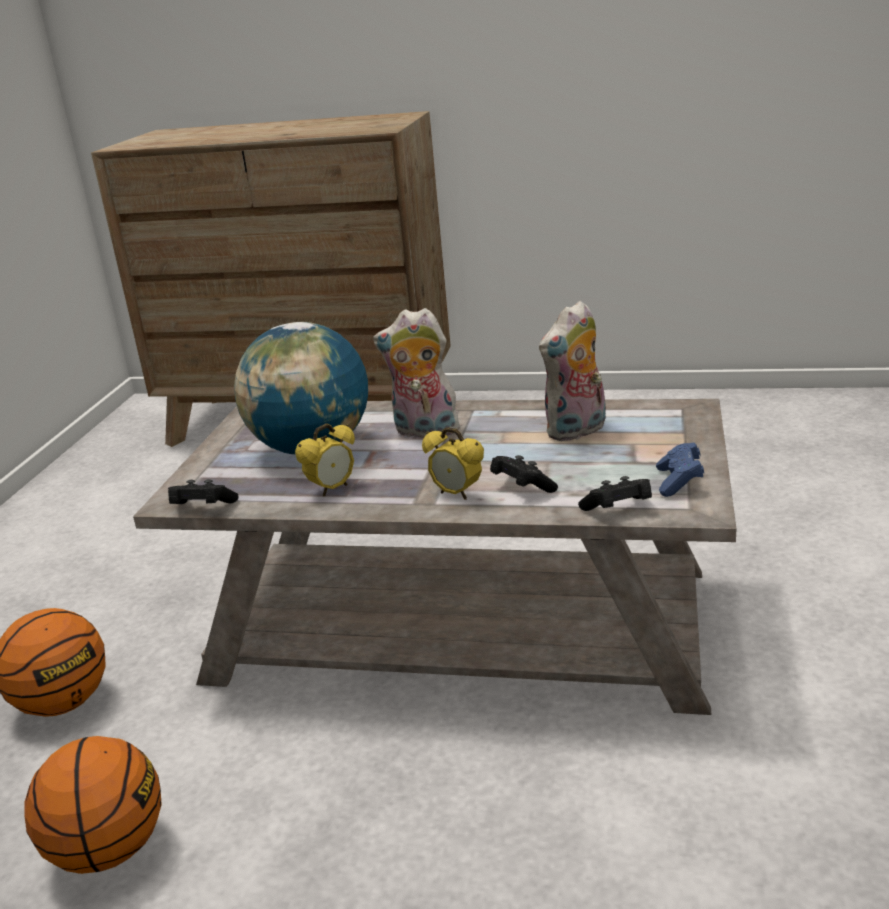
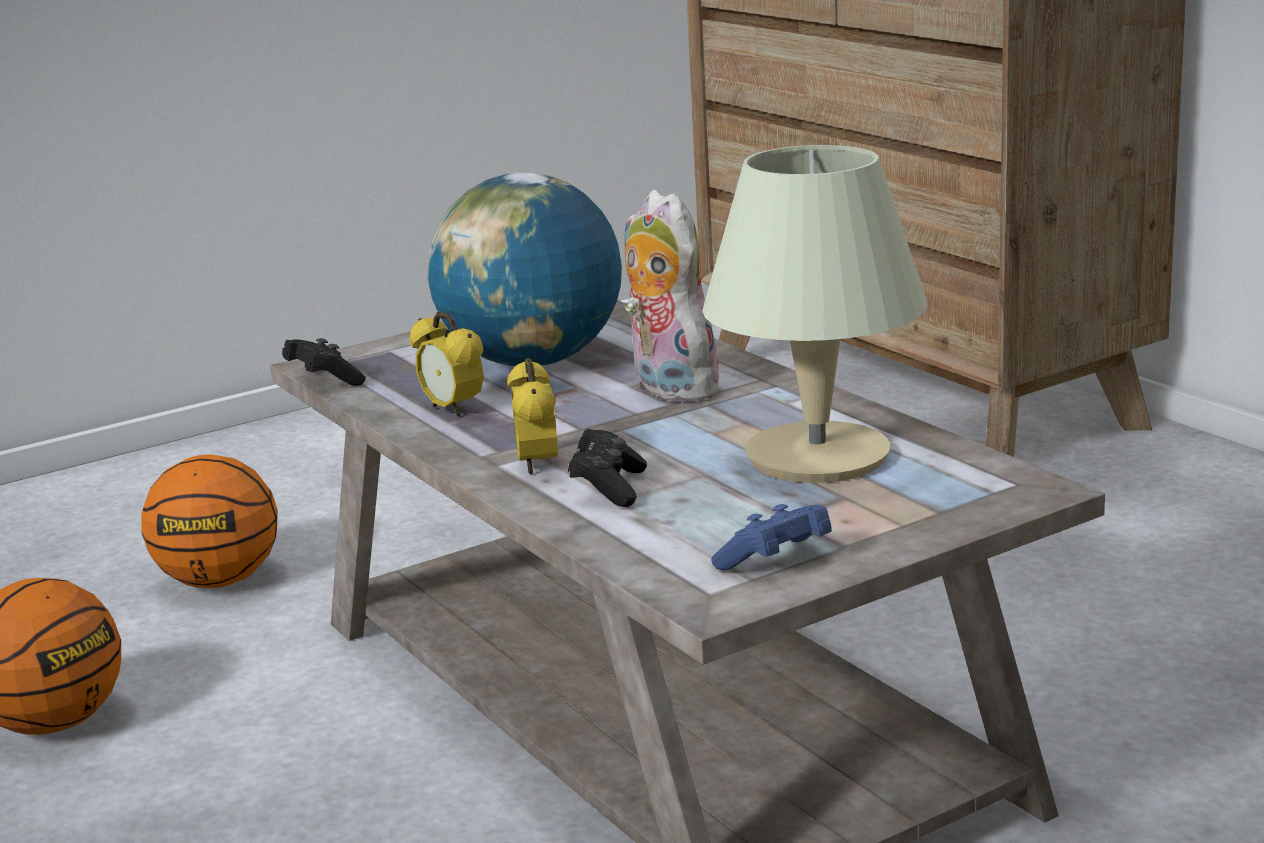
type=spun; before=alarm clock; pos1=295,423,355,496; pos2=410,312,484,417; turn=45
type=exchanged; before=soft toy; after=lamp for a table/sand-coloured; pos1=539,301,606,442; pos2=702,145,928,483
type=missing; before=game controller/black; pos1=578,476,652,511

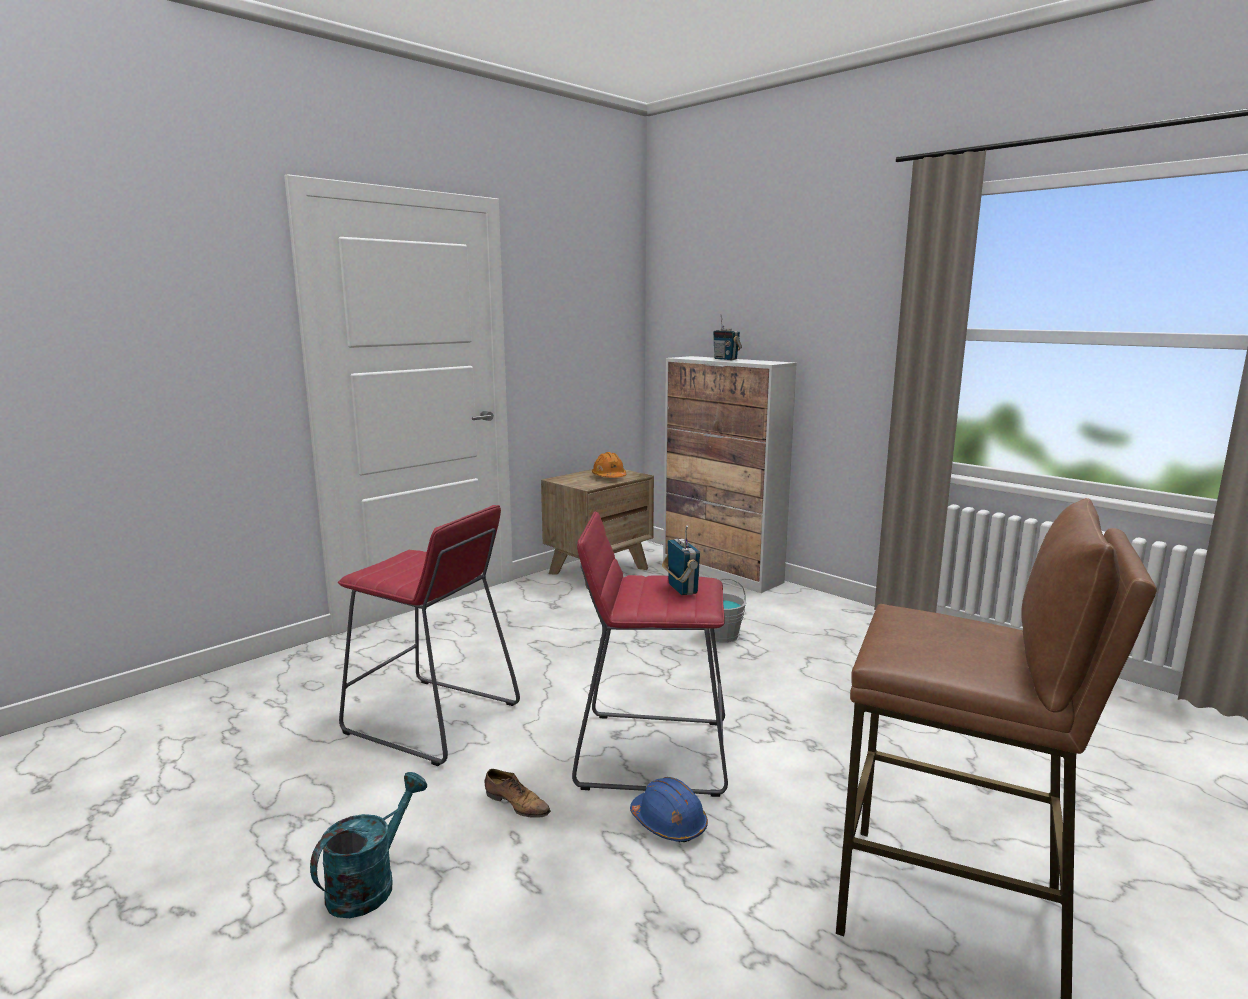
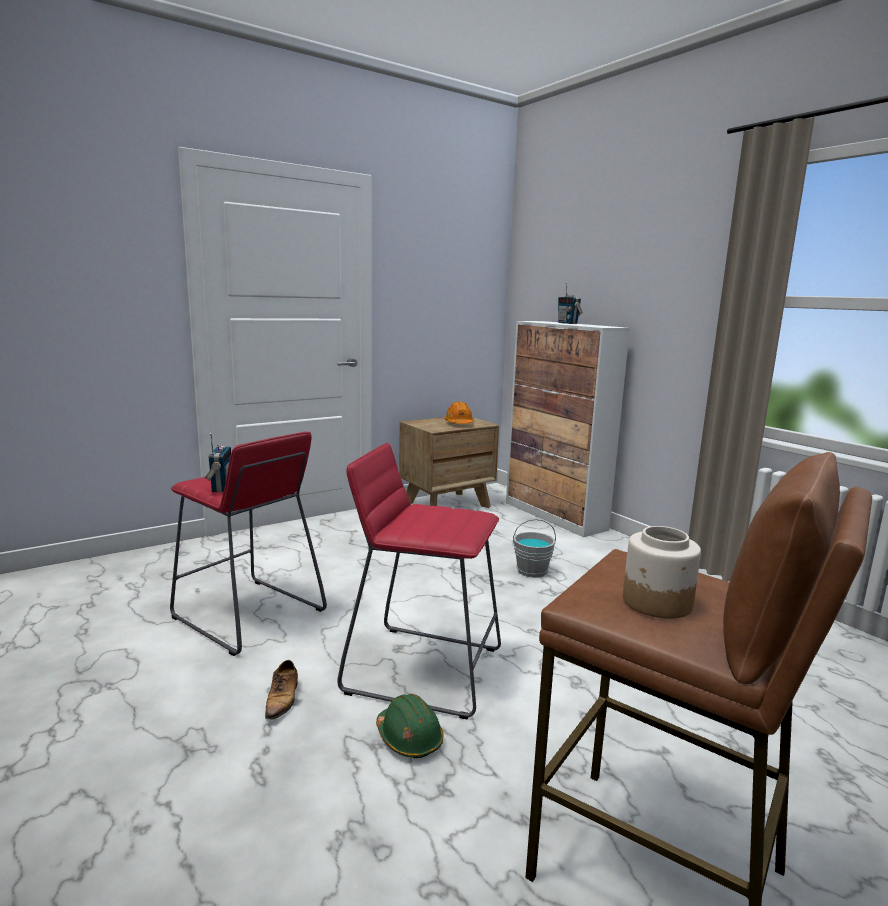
type=missing; before=watering pot/turquoise-coloured; pos1=310,772,427,918
type=spun; before=shoe; pos1=485,769,551,818; pos2=265,660,298,719; turn=45
type=colour; before=work helmet/blue-coloured; after=work helmet/greenish; pos1=630,777,708,842; pos2=376,694,444,758
type=relocated; before=radio; pos1=662,525,700,595; pos2=205,433,231,492
type=appeared; after=storage jar; pos2=623,526,701,619

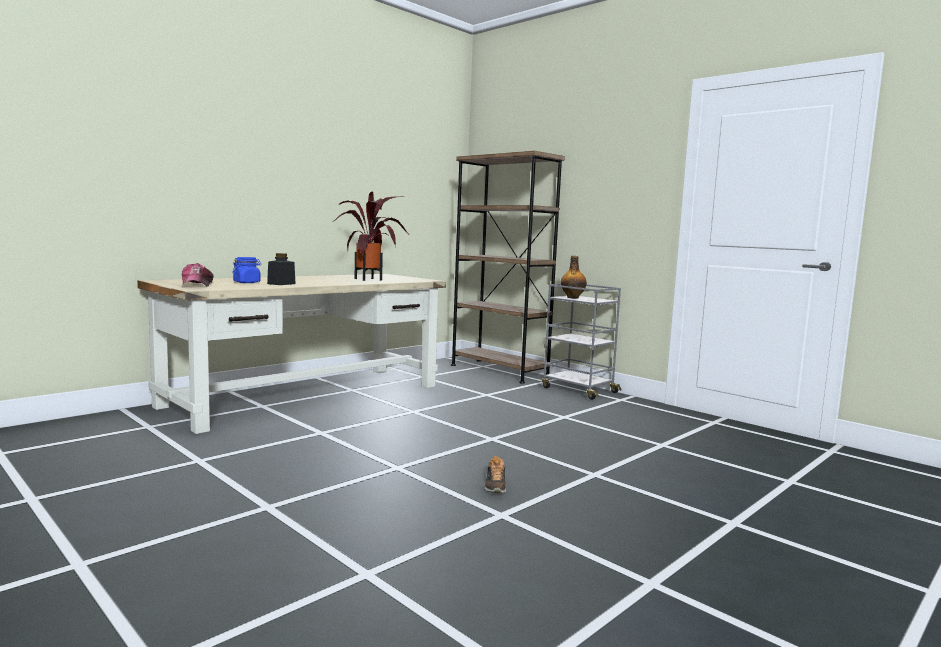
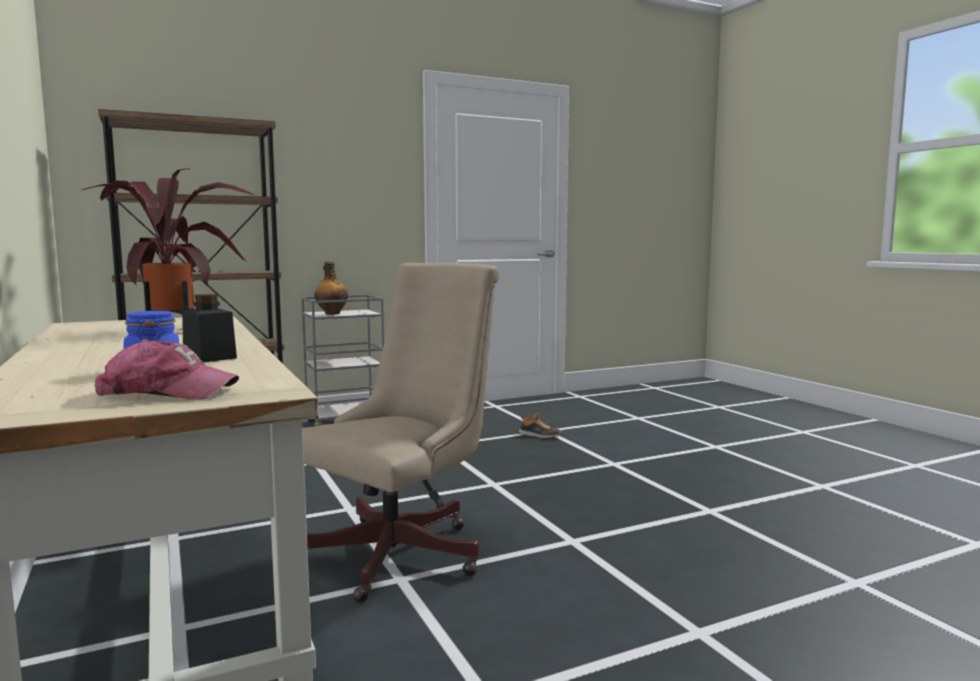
type=relocated; before=shoe; pos1=484,456,506,493; pos2=519,413,562,438
type=appeared; after=office chair/sand-coloured; pos2=303,263,500,603

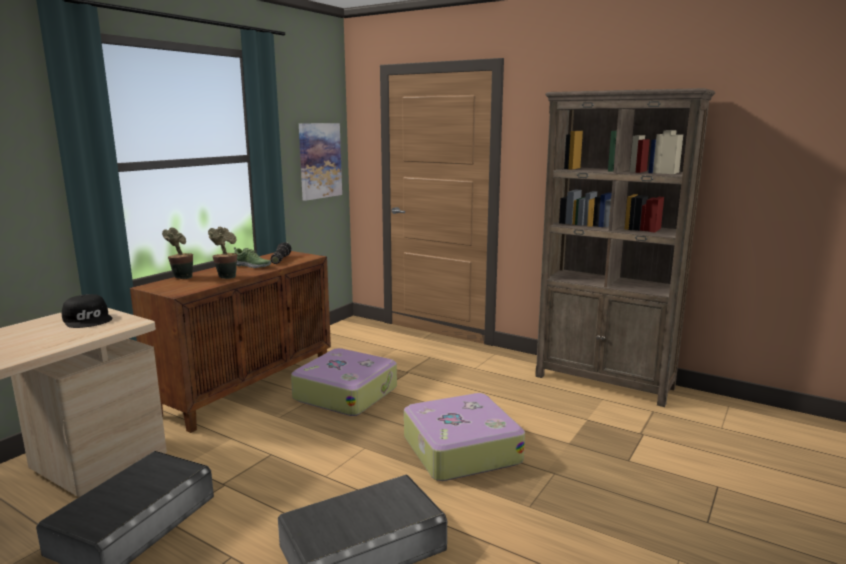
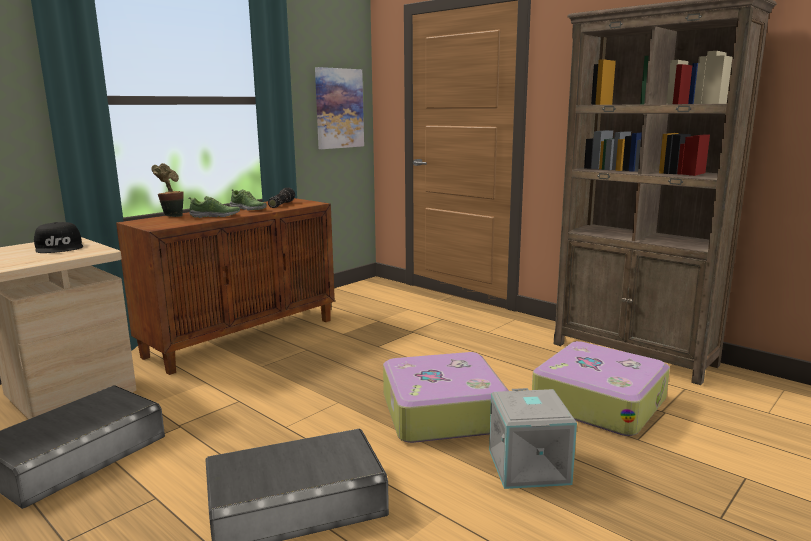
type=exchanged; before=potted plant; after=shoe; pos1=208,227,238,279; pos2=188,196,240,218
type=relocated; before=suitcase; pos1=291,348,397,416; pos2=532,341,670,436
type=appeared; after=storage container/greyish; pos2=489,388,577,489

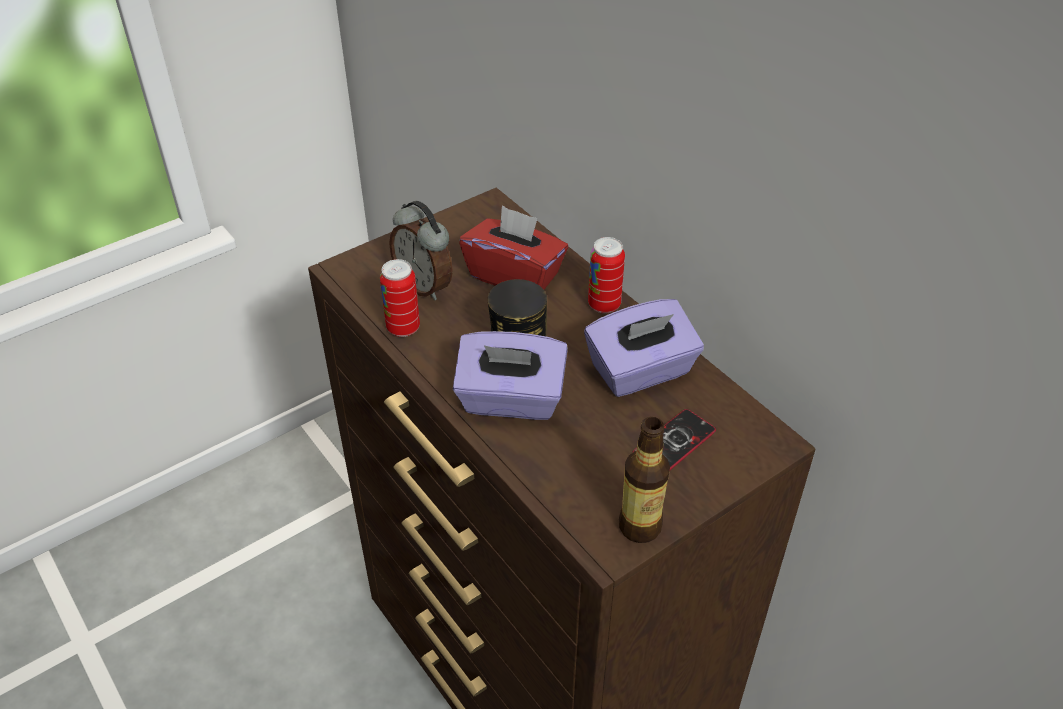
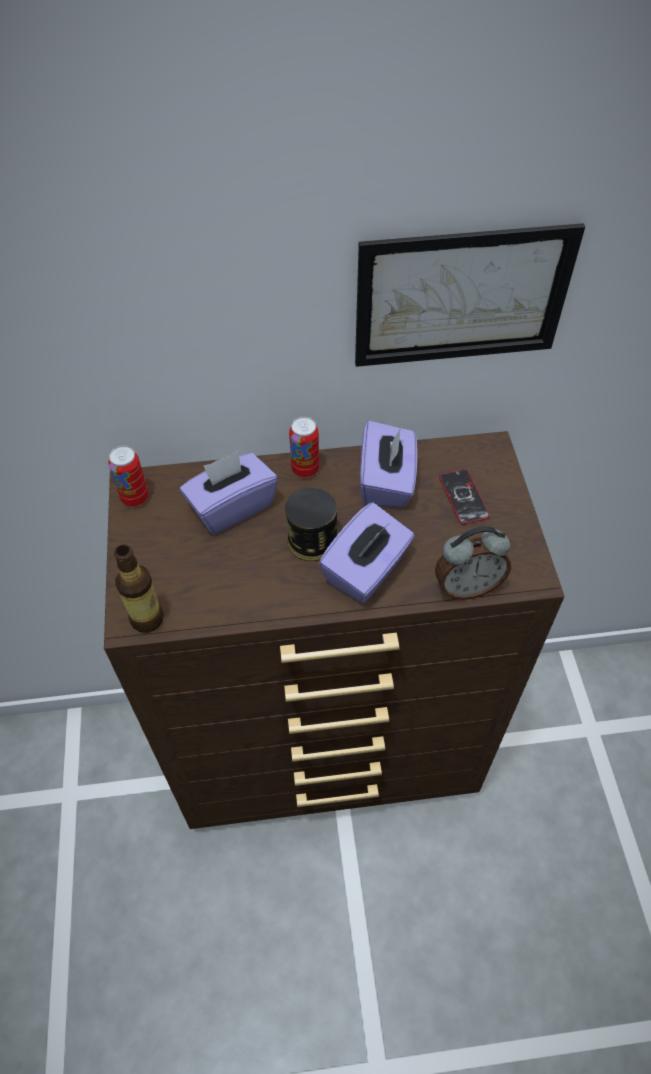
type=relocated; before=metal can; pos1=380,259,420,337; pos2=109,446,149,507
type=relocated; before=alarm clock; pos1=389,201,453,300; pos2=435,526,511,600
type=colour; before=tissue box/reddish; after=tissue box/purplish; pos1=459,205,568,290; pos2=180,451,278,534
type=relocated; before=drink bottle; pos1=619,417,670,543; pos2=114,544,164,633
type=appeared; after=wall picture; pos2=355,223,585,367

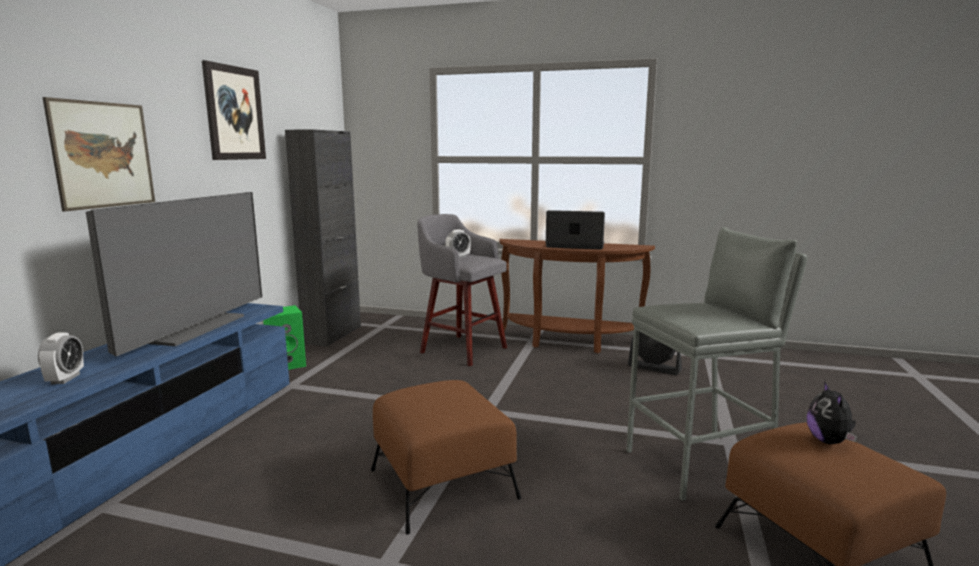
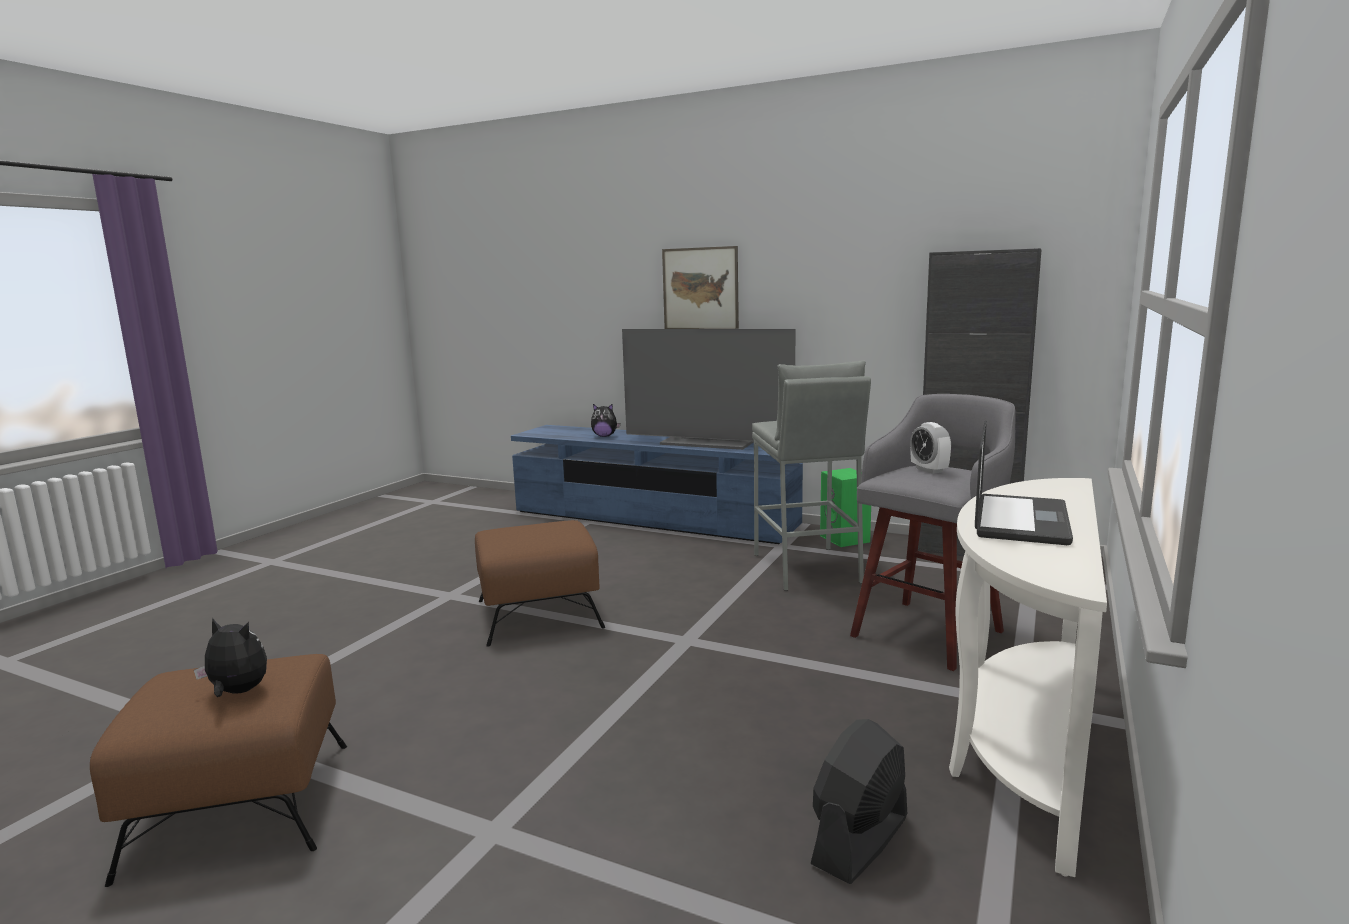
type=exchanged; before=alarm clock; after=soft toy; pos1=38,332,84,384; pos2=591,404,620,437
type=missing; before=wall picture; pos1=202,60,266,160
type=colour; before=console table/brownish; after=console table/whitish; pos1=499,239,655,353; pos2=949,478,1107,877
type=relocated; before=stool/greyish; pos1=626,227,808,501; pos2=752,360,871,591

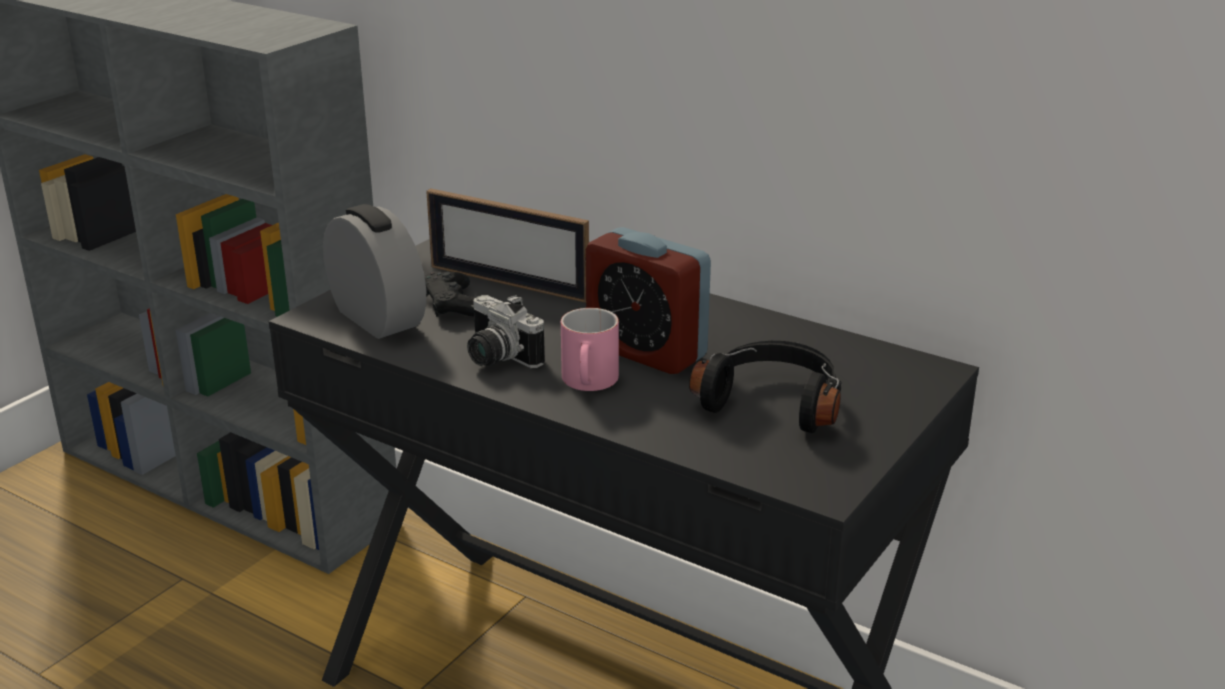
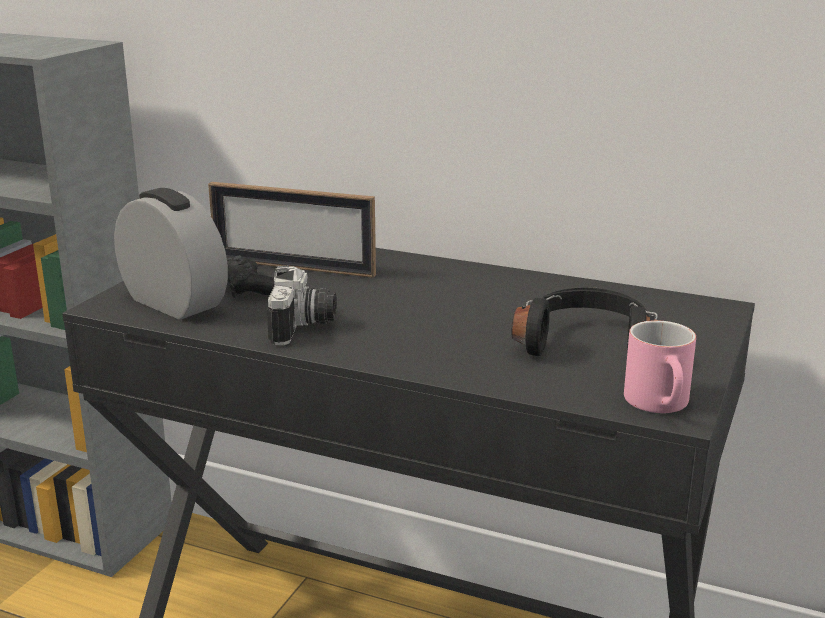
type=spun; before=still camera; pos1=467,295,545,368; pos2=267,265,337,345; turn=-120
type=relocated; before=coffee mug/pink-coloured; pos1=561,308,619,391; pos2=624,320,696,413
type=missing; before=alarm clock; pos1=586,227,711,374

